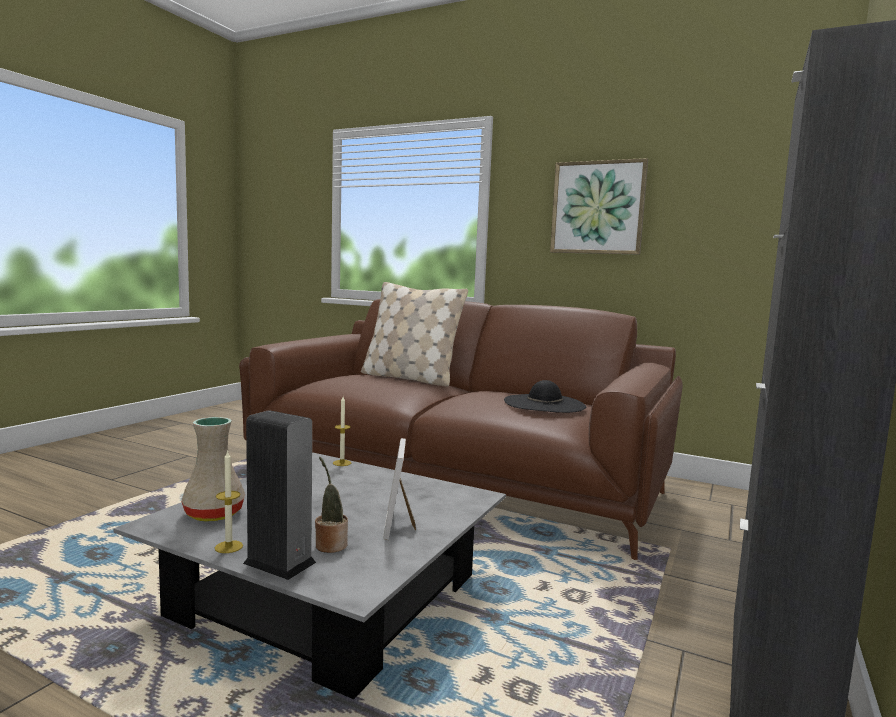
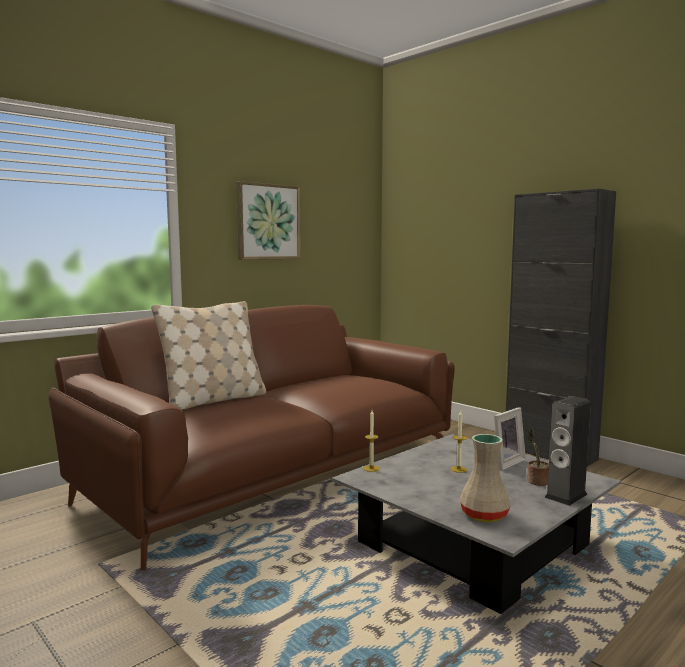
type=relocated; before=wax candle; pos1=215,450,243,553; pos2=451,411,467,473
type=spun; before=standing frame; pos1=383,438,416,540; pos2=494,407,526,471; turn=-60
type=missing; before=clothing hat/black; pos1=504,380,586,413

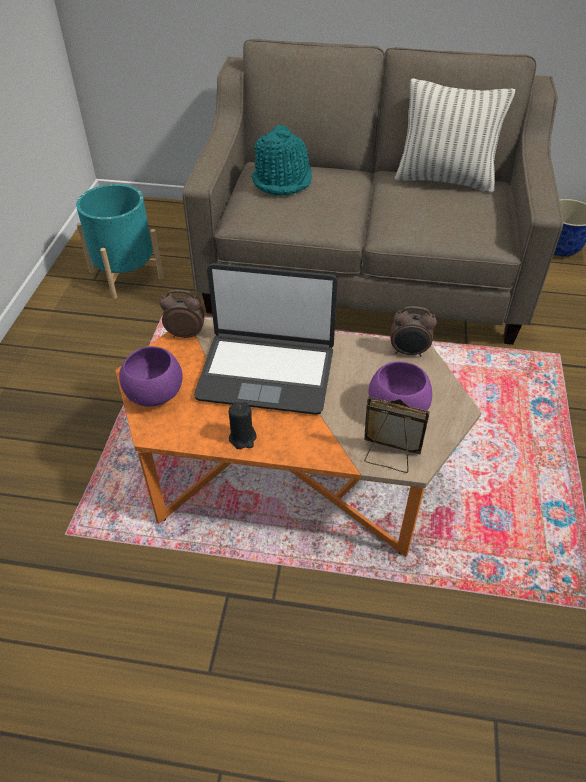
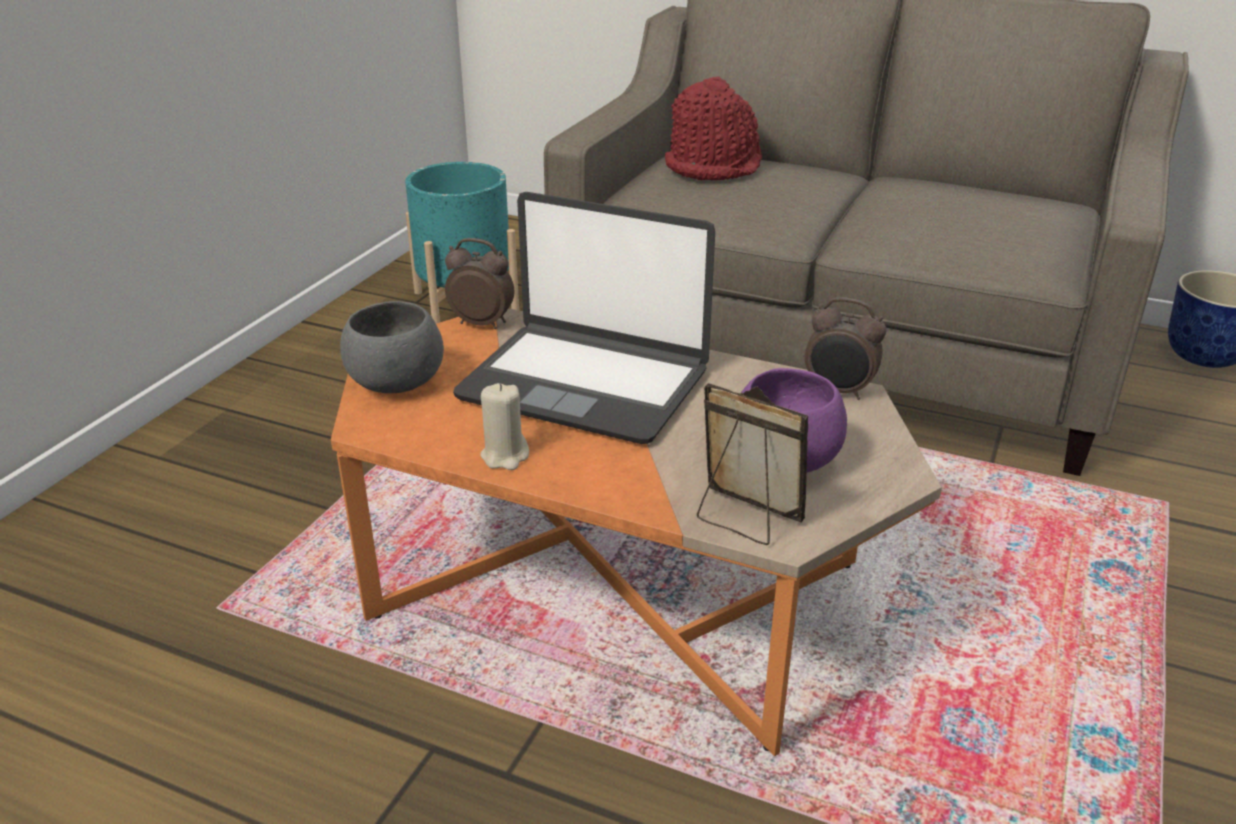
type=colour; before=serving bowl/purplish; after=serving bowl/greyish; pos1=119,346,183,407; pos2=340,301,444,393
type=colour; before=wax candle/black; after=wax candle/sand-coloured; pos1=229,402,257,449; pos2=481,383,529,470
type=colour; before=clothing hat/turquoise-coloured; after=clothing hat/reddish; pos1=251,125,312,196; pos2=665,76,762,180
type=missing; before=pillow; pos1=395,78,515,193

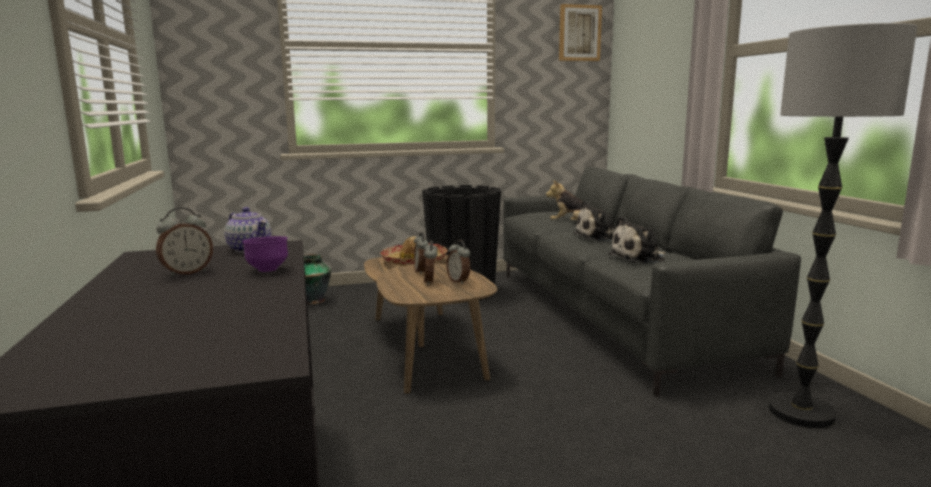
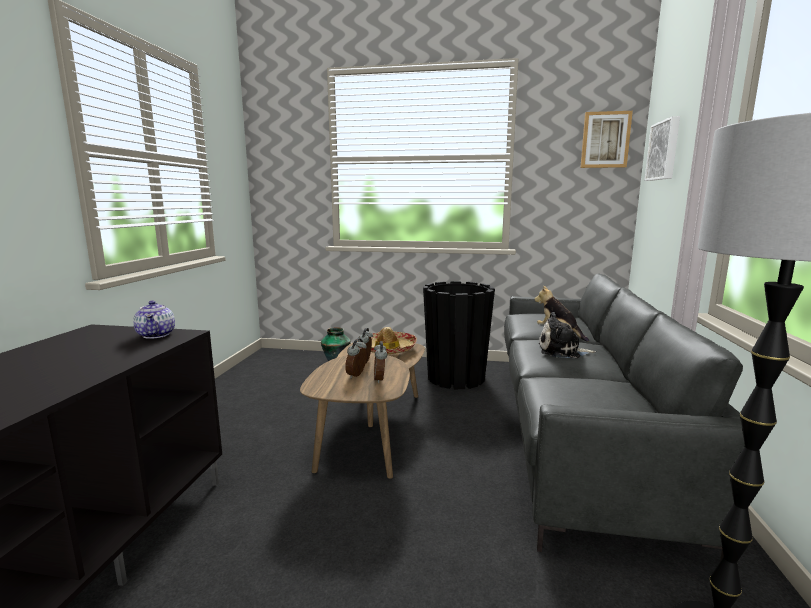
type=missing; before=alarm clock; pos1=156,207,213,277
type=missing; before=serving bowl/purplish; pos1=242,236,288,272
type=missing; before=soft toy; pos1=608,216,666,264
type=appeared; after=wall picture; pos2=644,116,680,181

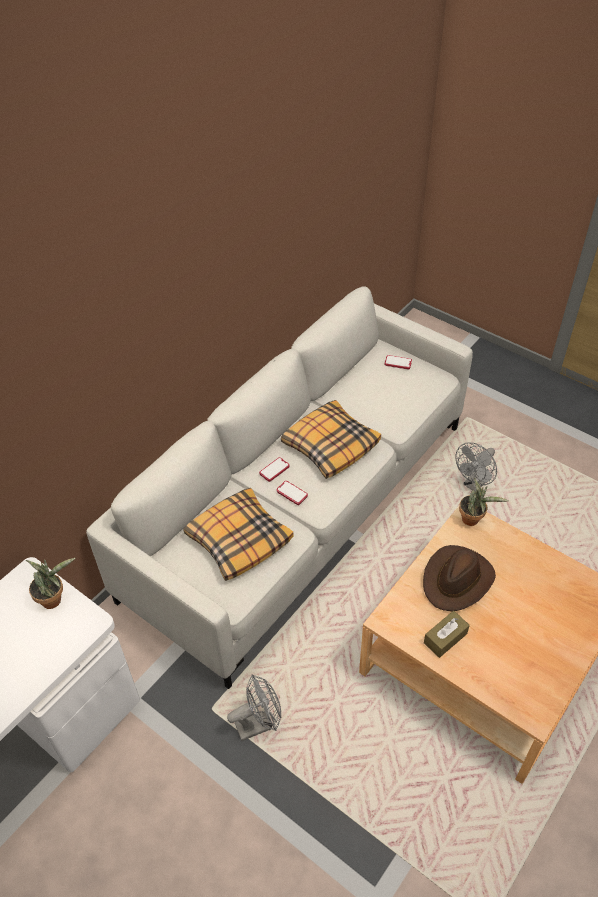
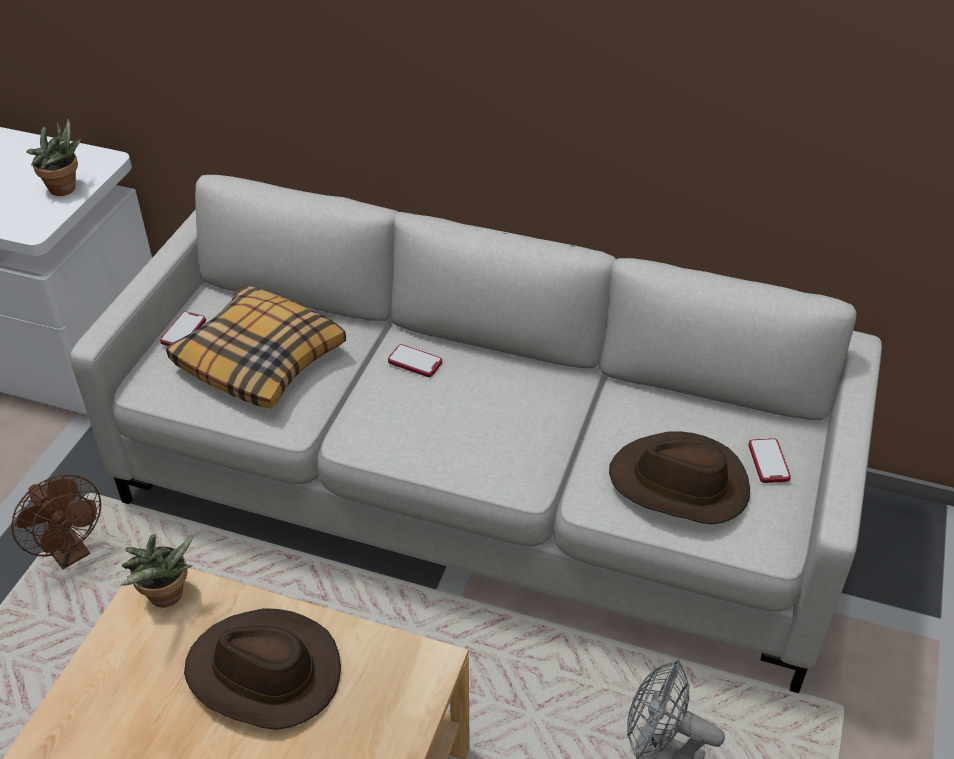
type=colour; before=electric fan/greyish; after=electric fan/brownish; pos1=227,674,281,741; pos2=12,474,101,569
type=relocated; before=phone; pos1=276,481,308,505; pos2=160,311,206,346
type=missing; before=pillow; pos1=281,400,381,479
type=missing; before=tissue box/brownish; pos1=424,611,470,658
type=relocated; before=potted plant; pos1=459,478,509,526; pos2=120,534,194,608
type=appeared; after=clothing hat/brownish; pos2=609,432,750,525

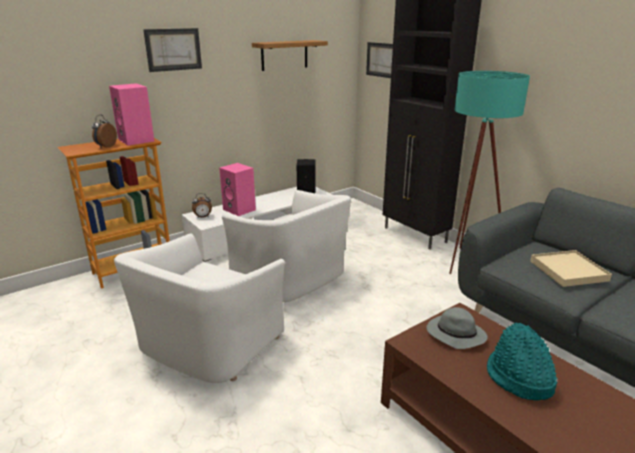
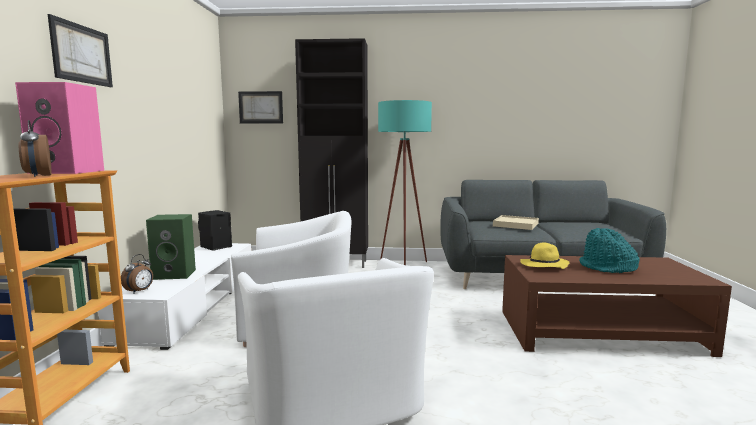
type=colour; before=loudspeaker/pink-coloured; after=loudspeaker/greenish; pos1=219,163,256,216; pos2=146,214,196,280
type=missing; before=wall shelf; pos1=252,40,328,71
type=colour; before=clothing hat/greyish; after=clothing hat/yellowish; pos1=426,307,487,349; pos2=520,242,570,269

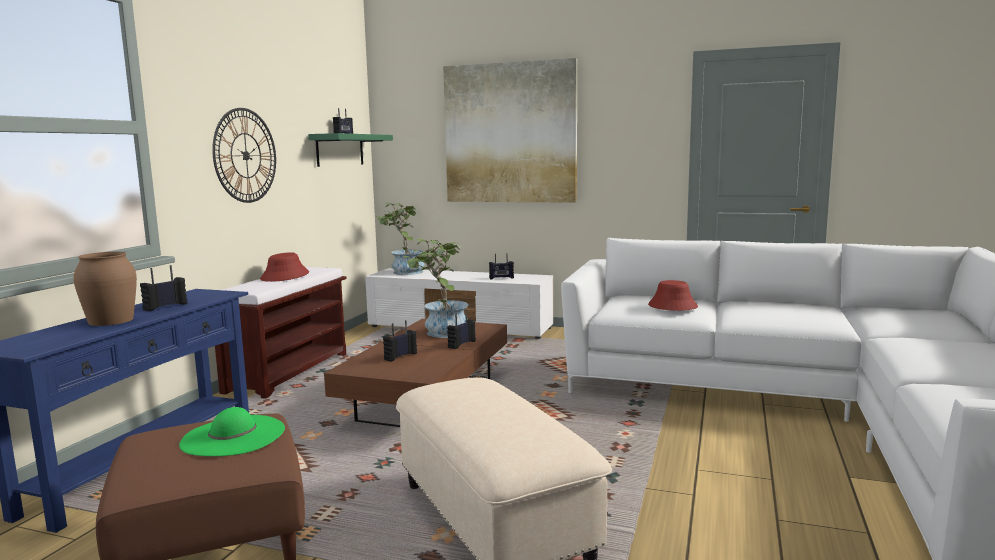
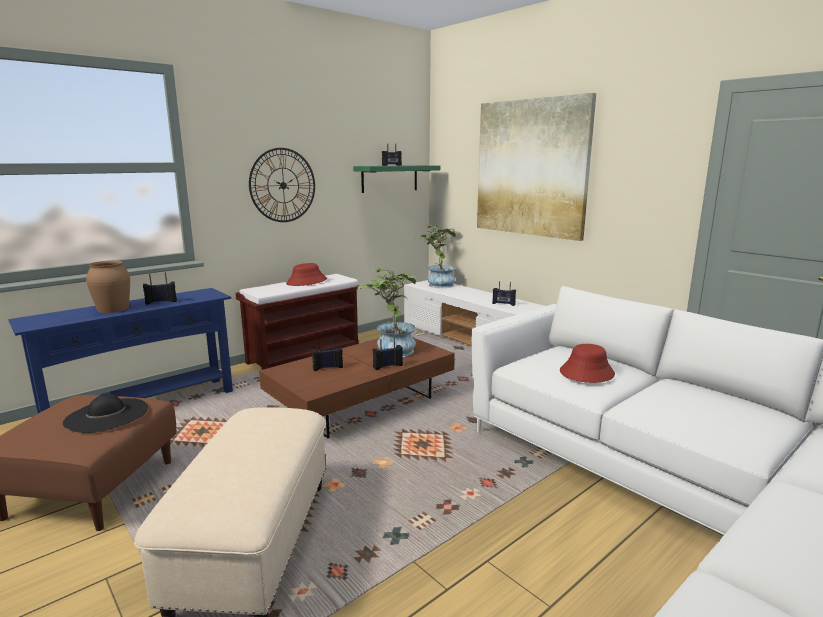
type=colour; before=clothing hat/greenish; after=clothing hat/black; pos1=179,407,285,456; pos2=63,394,148,433

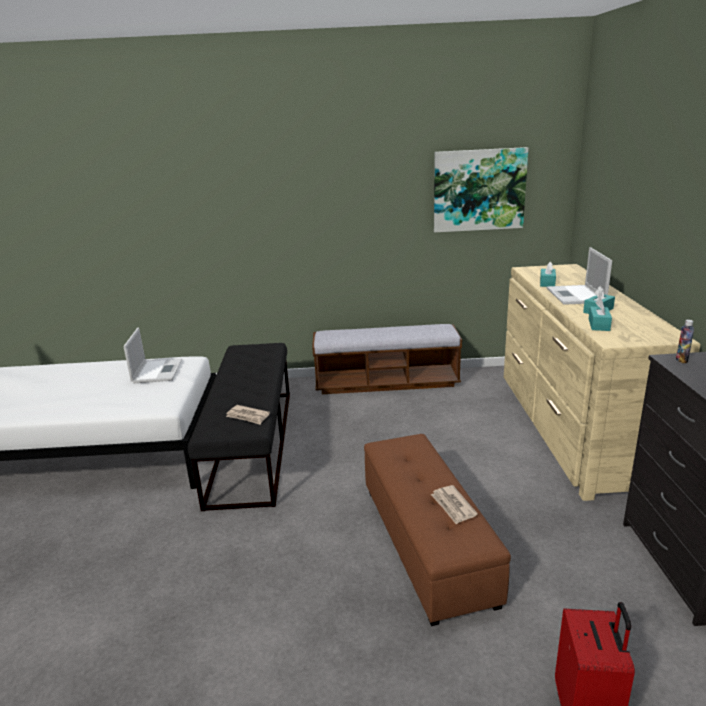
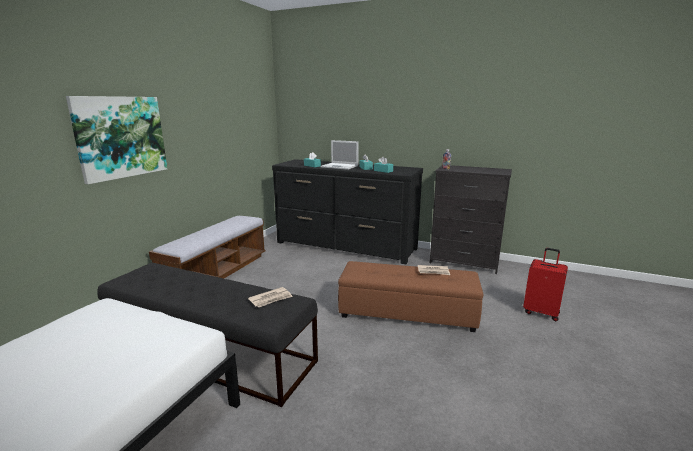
type=missing; before=notebook computer; pos1=123,327,182,383
type=relocated; before=wall picture; pos1=434,147,528,232; pos2=66,96,167,184
type=colour; before=drawer chest/sand-coloured; after=drawer chest/black; pos1=504,264,701,501; pos2=272,159,423,264

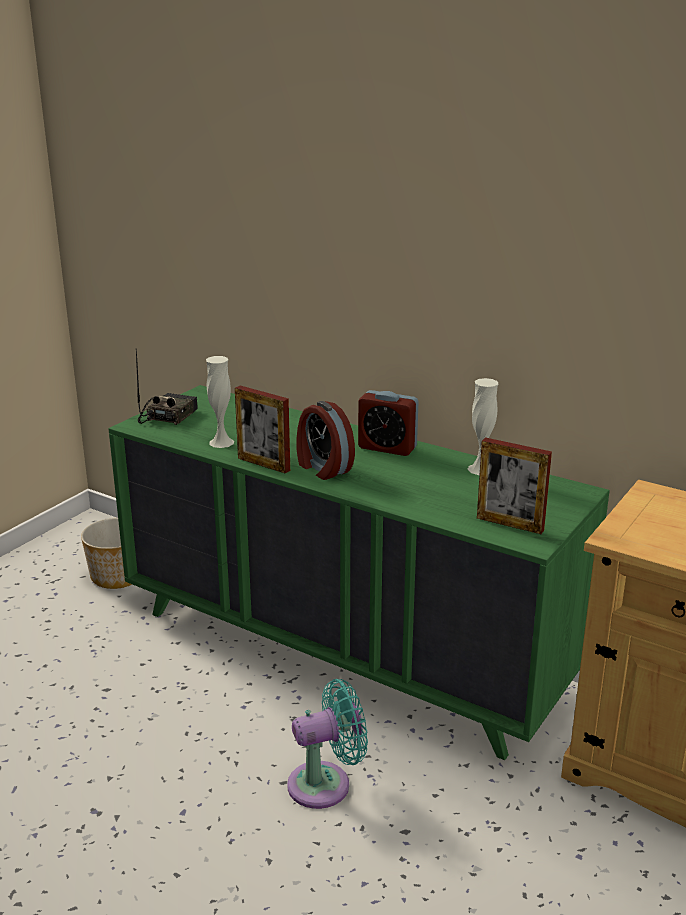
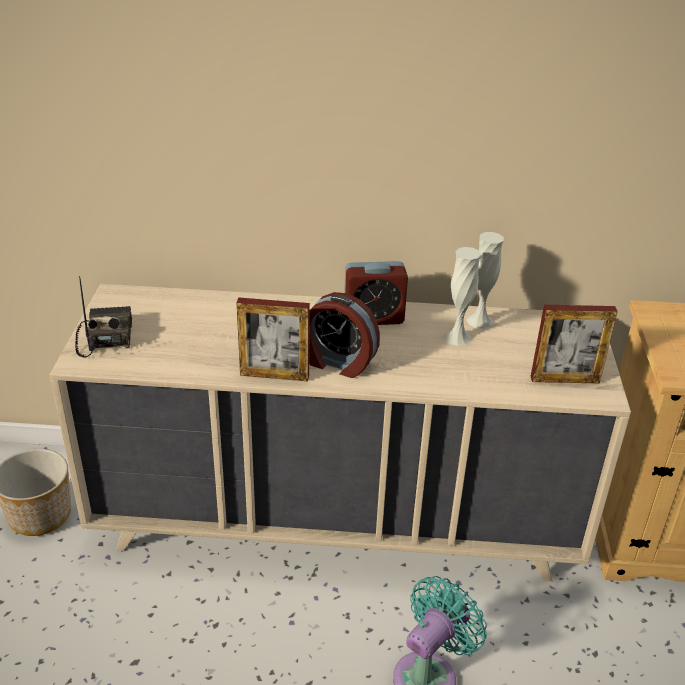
type=colour; before=drawer chest/greenish; after=drawer chest/sand-coloured; pos1=108,385,610,760; pos2=50,284,631,582
type=relocated; before=vase/whitish; pos1=206,356,234,448; pos2=444,247,481,346

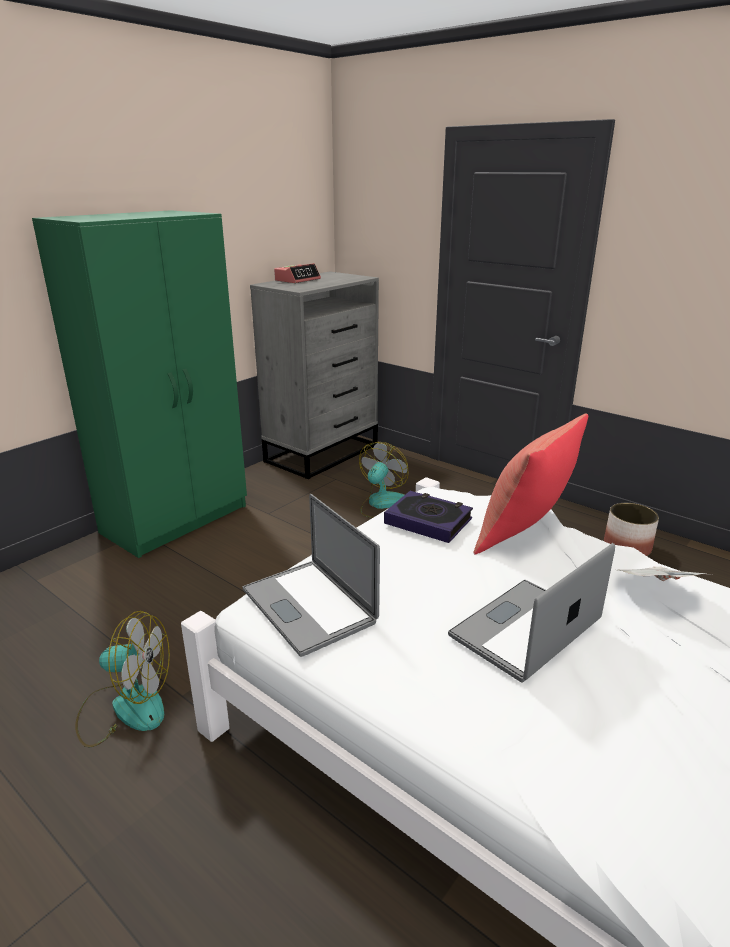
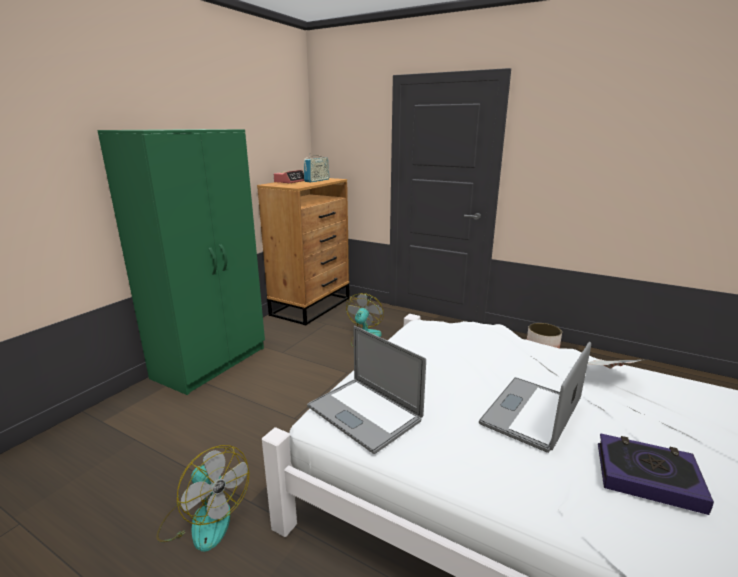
type=spun; before=electric fan; pos1=75,611,170,748; pos2=156,445,249,552; turn=45
type=colour; before=drawer chest/greyish; after=drawer chest/brownish; pos1=250,272,379,479; pos2=257,178,350,325
type=relocated; before=bound book; pos1=384,491,473,543; pos2=598,433,714,515
type=missing; before=pillow/reddish; pos1=473,413,588,555
type=appeared; after=radio; pos2=304,153,329,182

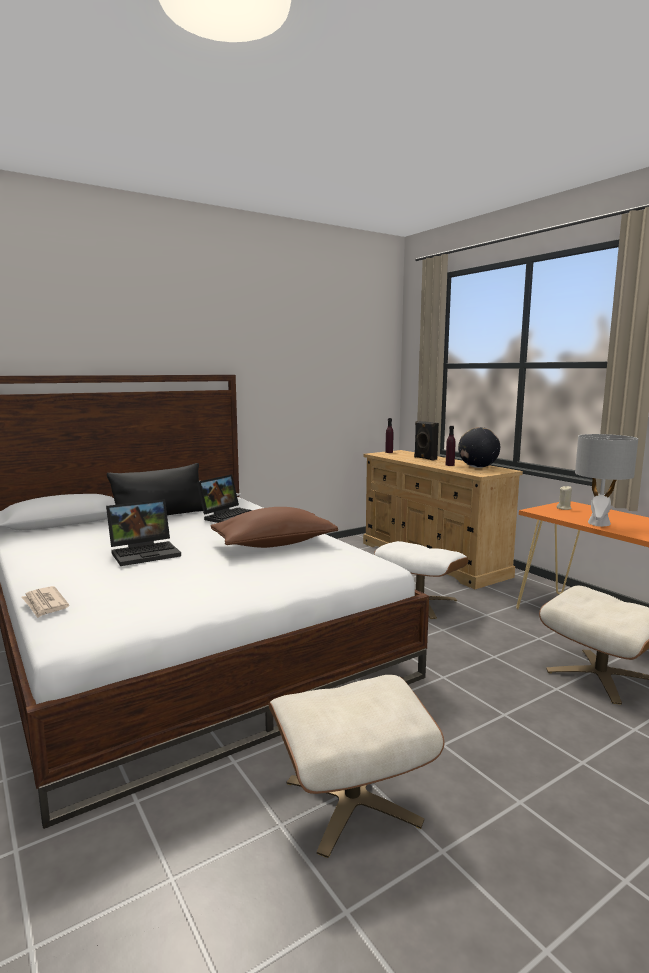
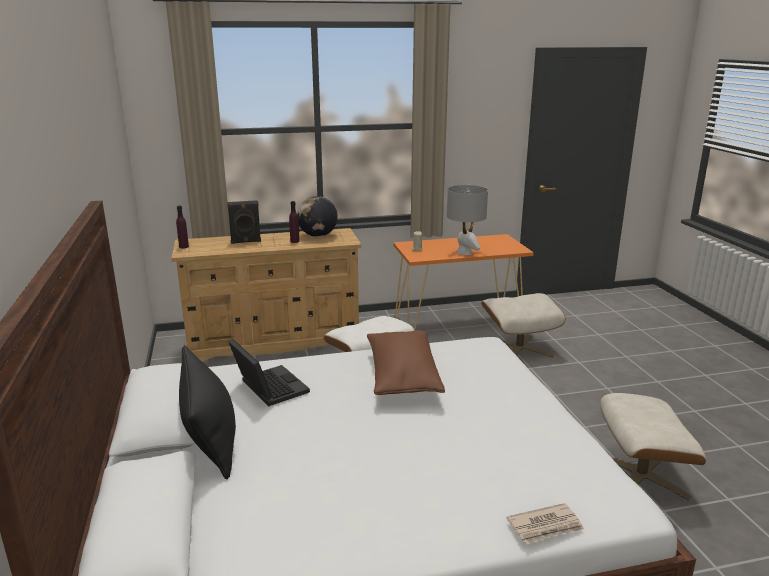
type=missing; before=notebook computer; pos1=106,499,181,566

